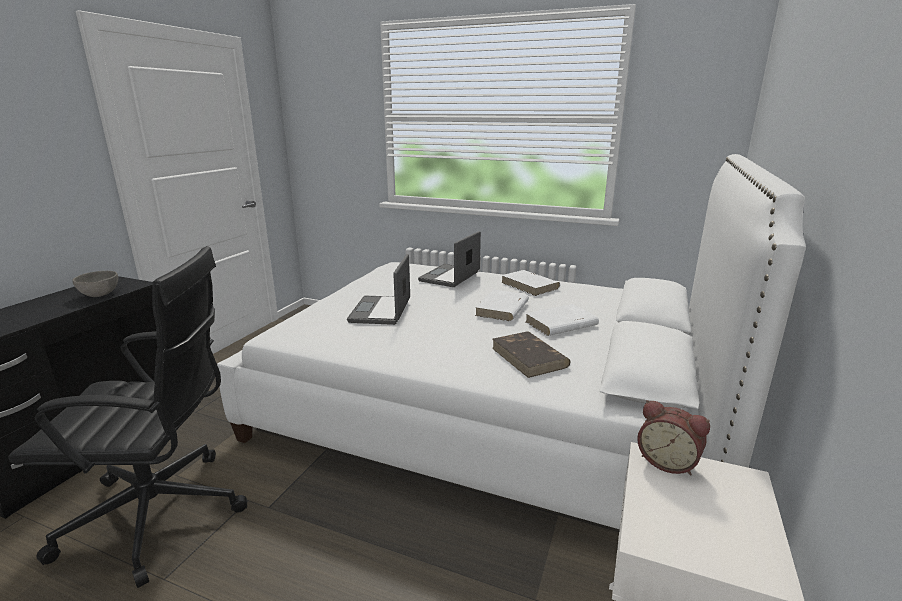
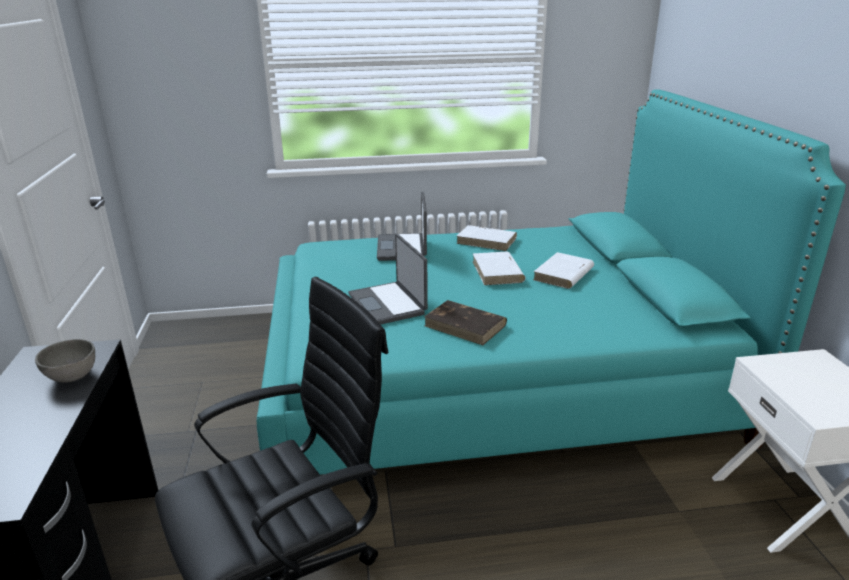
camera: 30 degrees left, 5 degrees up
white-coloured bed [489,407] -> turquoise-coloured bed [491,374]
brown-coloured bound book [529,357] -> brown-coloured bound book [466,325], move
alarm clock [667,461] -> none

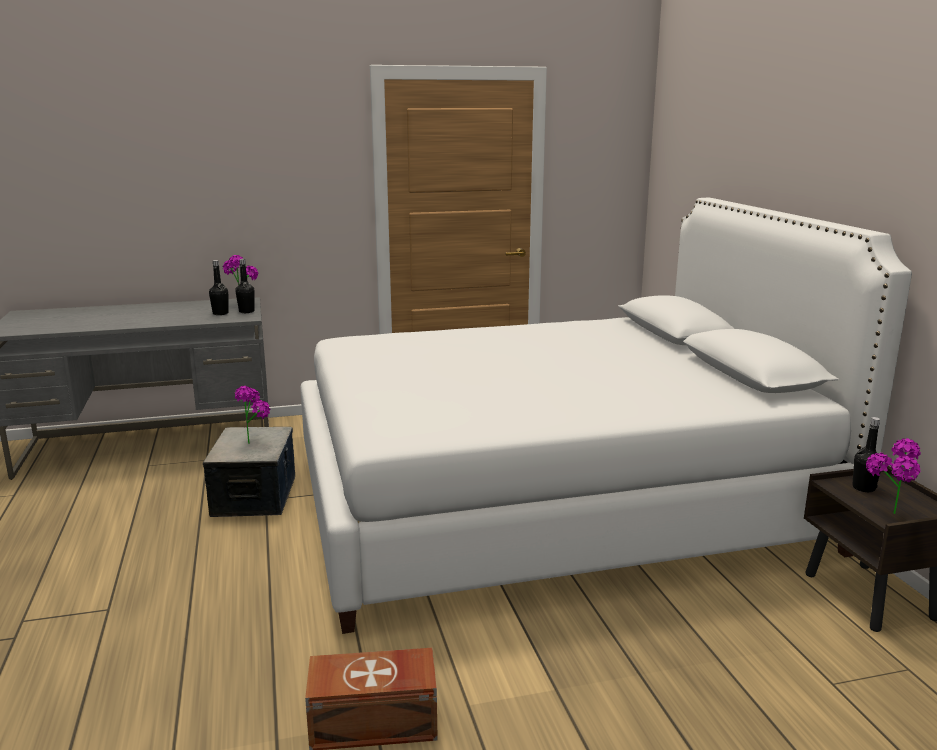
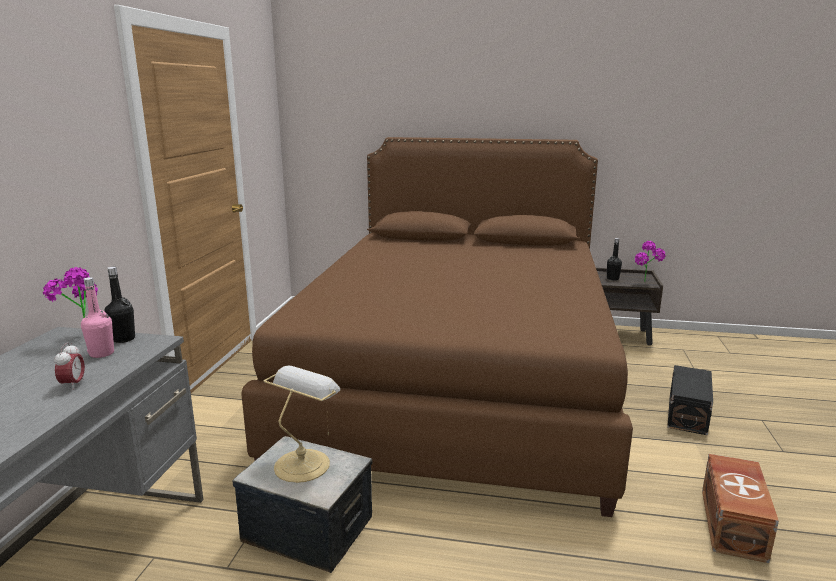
camera: 65 degrees left, 0 degrees up
none -> alarm clock [73,385]
black beverage bottle [220,313] -> pink-coloured beverage bottle [102,353]
white-coloured bed [551,503] -> brown-coloured bed [456,382]
potted plant [255,441] -> lamp for a table [304,463]
none -> black storage box [688,413]

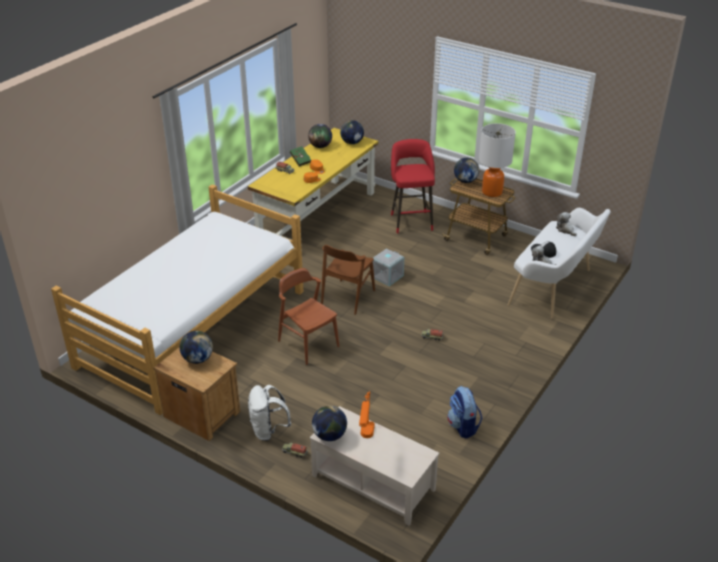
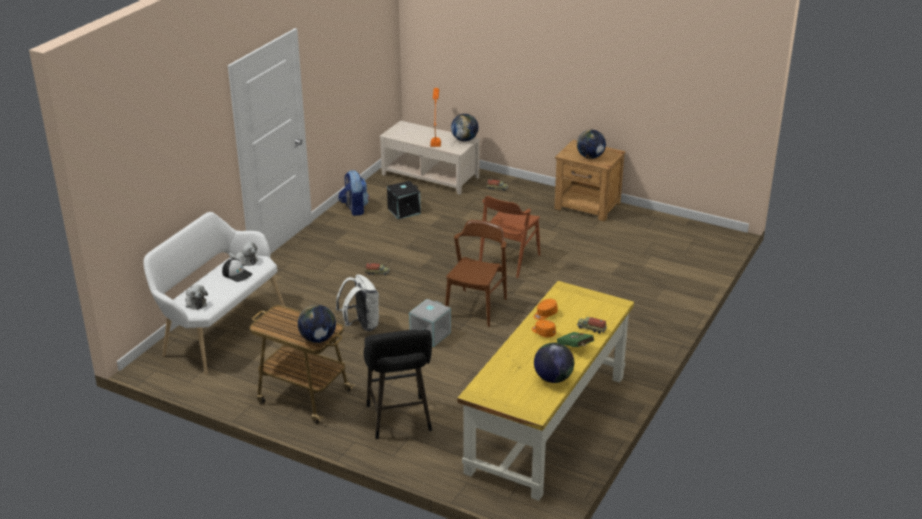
camera: 175 degrees right, 5 degrees down
white-coloured backpack [268,430] -> white-coloured backpack [361,325], move
red stool [411,221] -> black stool [399,421]
none -> black storage box [404,210]
brown-coloured upright chair [308,343] -> brown-coloured upright chair [509,261], 75 degrees clockwise
bed [193,328] -> none
globe [352,142] -> none
lamp for a table [492,192] -> none

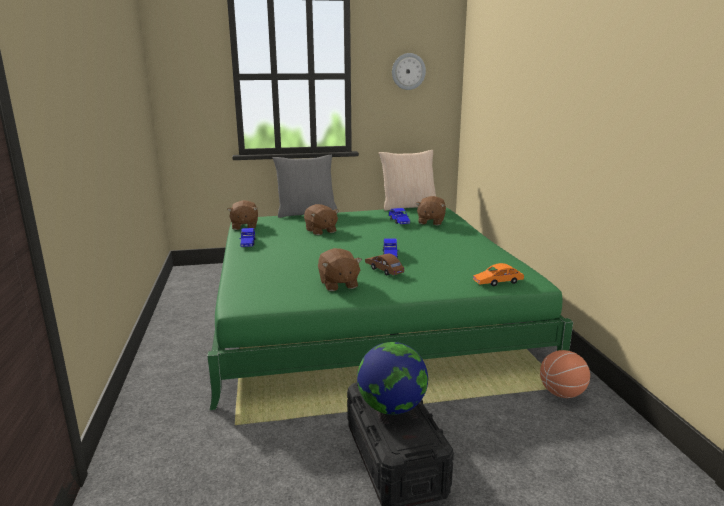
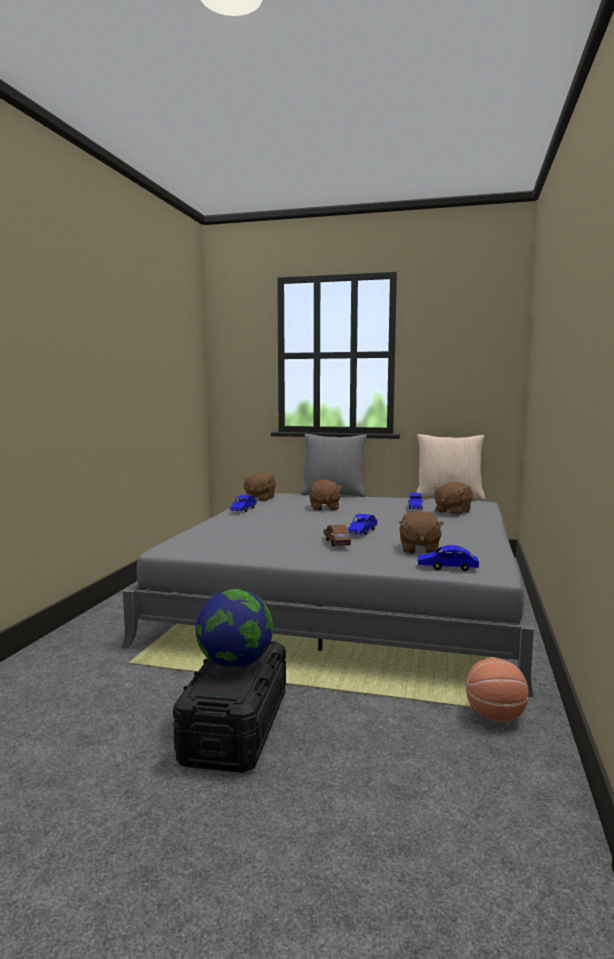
camera: 25 degrees right, 10 degrees down
greenish bed [363,309] -> gray bed [349,596]
brown-coloured cuddly toy [338,284] -> brown-coloured cuddly toy [419,549], move
orangey model car [498,282] -> bluish model car [447,567]
wall clock [408,71] -> none

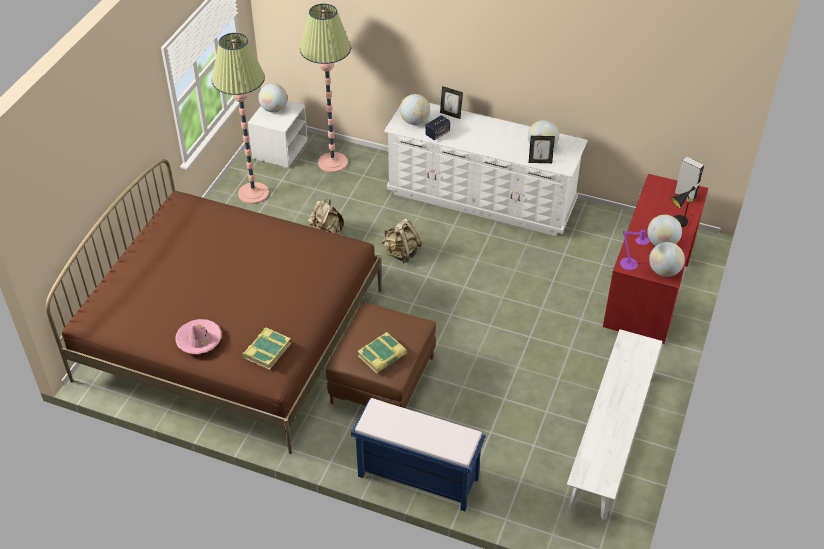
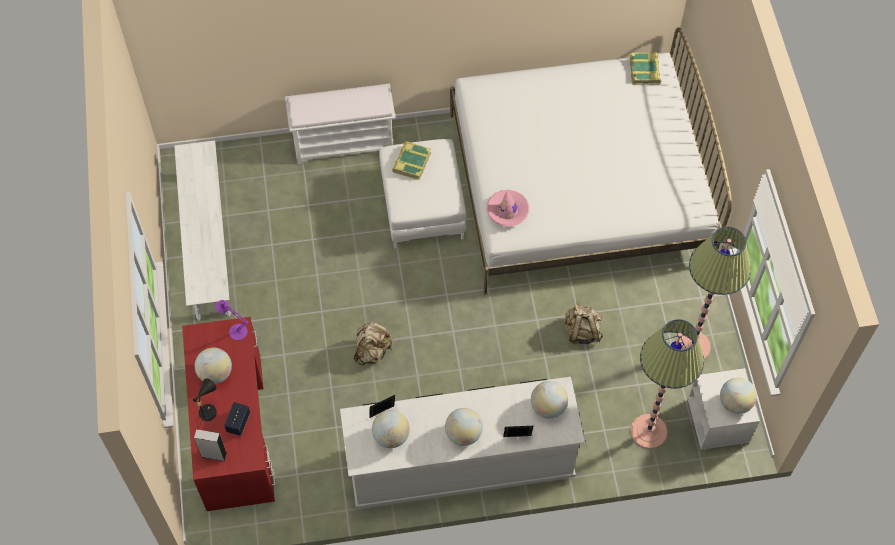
camera: 150 degrees right, 15 degrees up
speaker [437,134] -> speaker [238,422], move
bluish bench [417,477] -> white-coloured bench [344,142]
sand-coloured backpack [401,253] -> sand-coloured backpack [372,351], move
brown-coloured footrest [382,380] -> white-coloured footrest [423,207]
globe [664,271] -> globe [463,434], move
brown-coloured bed [231,334] -> white-coloured bed [578,187]
pink-coloured wearable hat [199,340] -> pink-coloured wearable hat [507,211], move
bound book [266,351] -> bound book [645,71], move

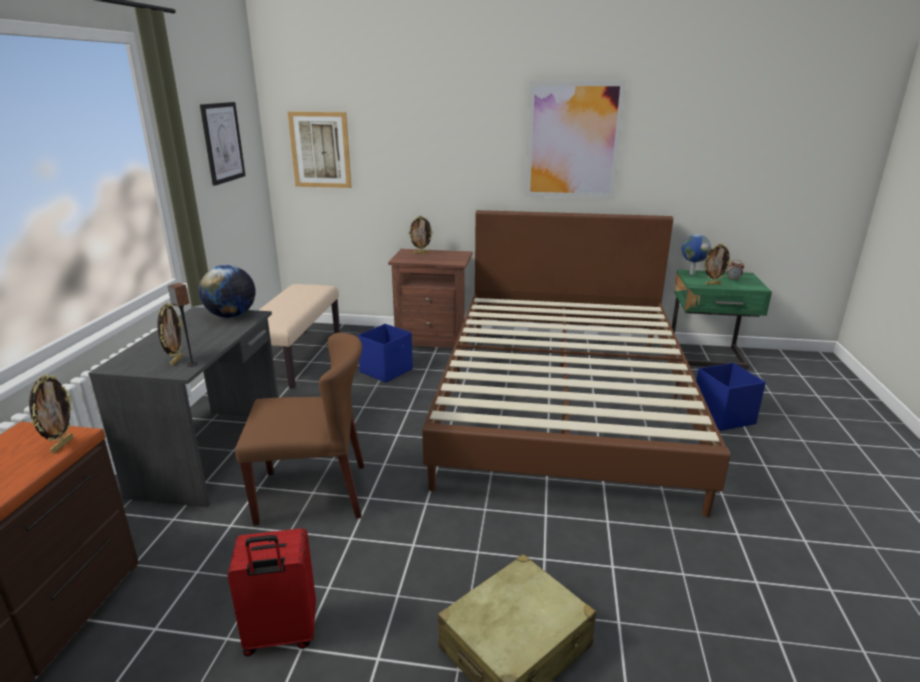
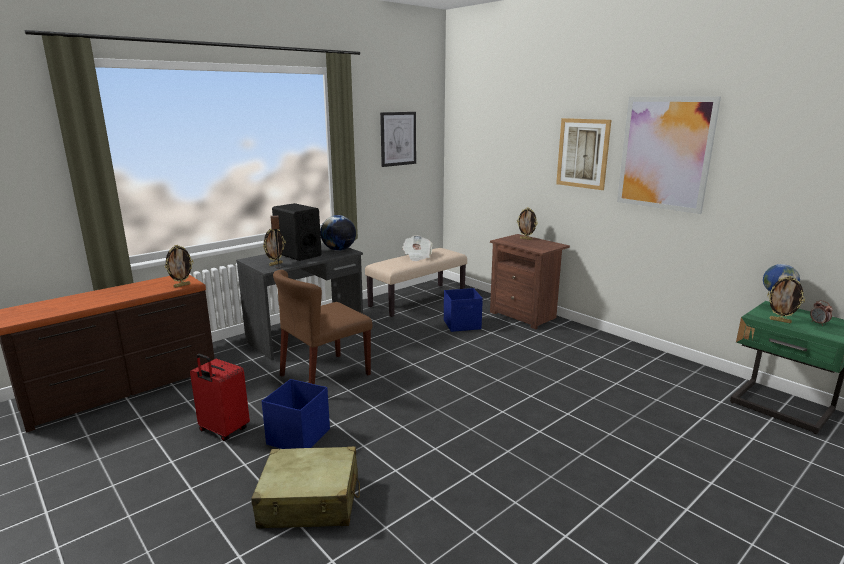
camera: 40 degrees right, 5 degrees down
bluish storage box [722,416] -> bluish storage box [299,436], move
none -> black speaker [298,254]
brown-coloured upright chair [313,493] -> brown-coloured upright chair [324,375], 105 degrees clockwise
none -> newspaper [417,256]
wall picture [320,150] -> wall picture [583,153], move
brown-coloured bed [564,401] -> none

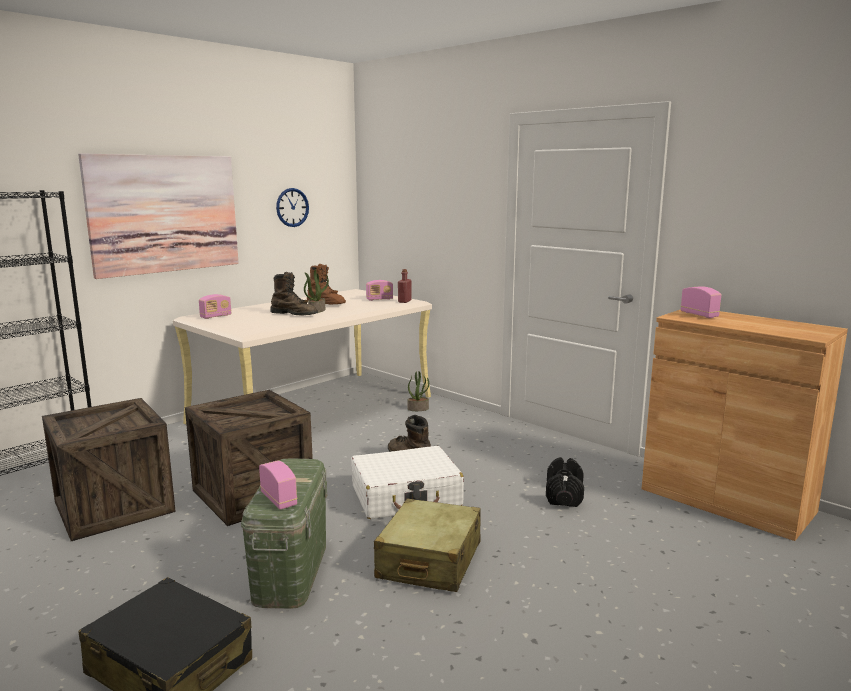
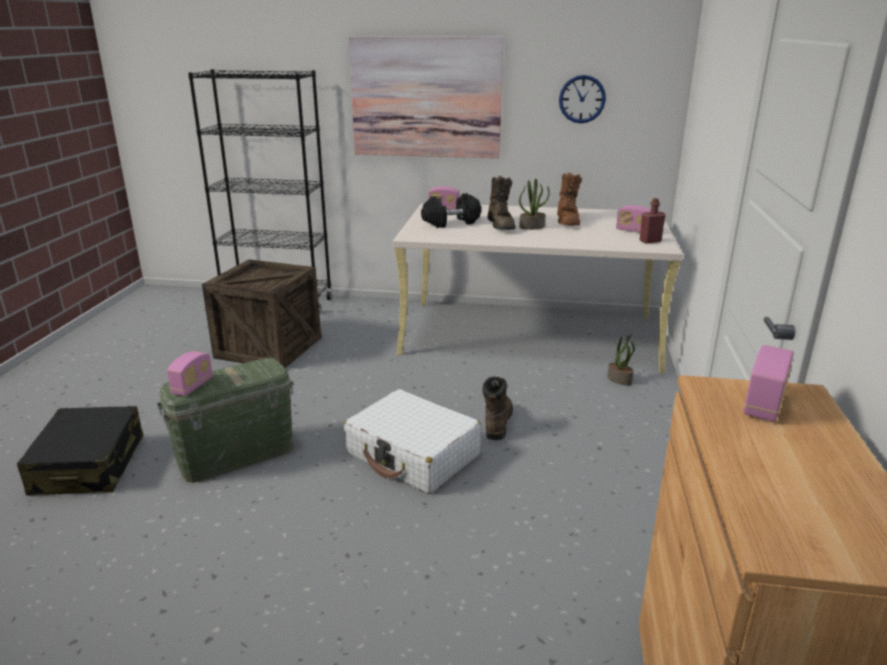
camera: 55 degrees right, 10 degrees up
black dumbbell [564,495] -> black dumbbell [451,223], move
crate [252,494] -> none
sand-coloured travel case [429,561] -> none

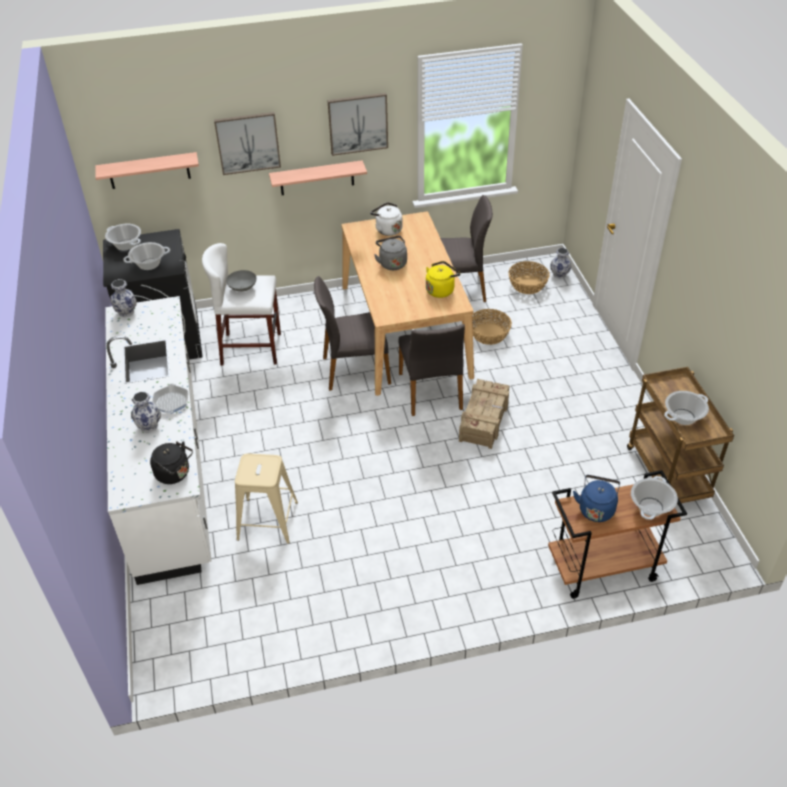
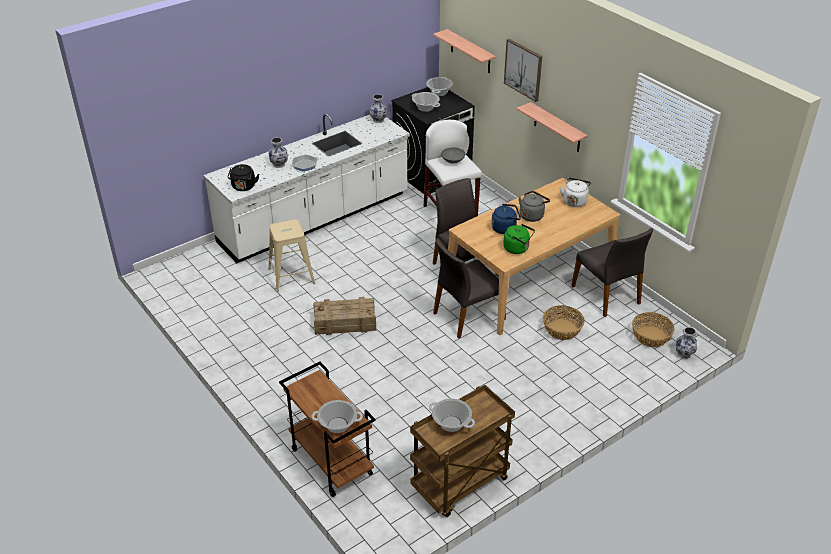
camera: 65 degrees right, 5 degrees down
crate [484,420] -> crate [345,323], move
bluish kettle [596,508] -> bluish kettle [505,228], move
yellow-coloured kettle [441,290] -> greenish kettle [517,249]
wall picture [358,123] -> none

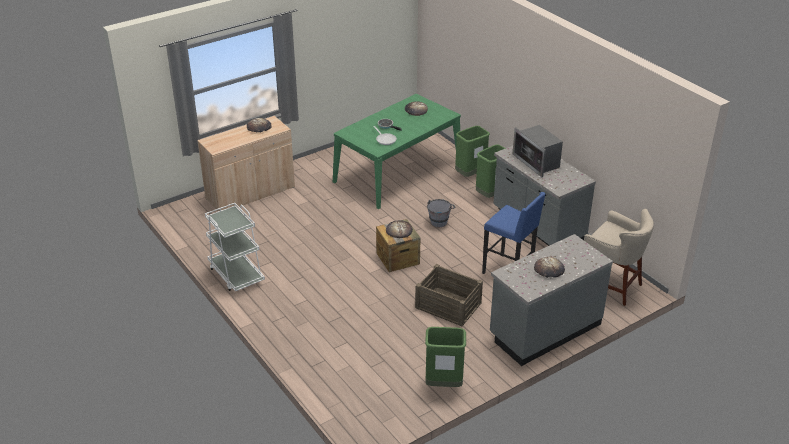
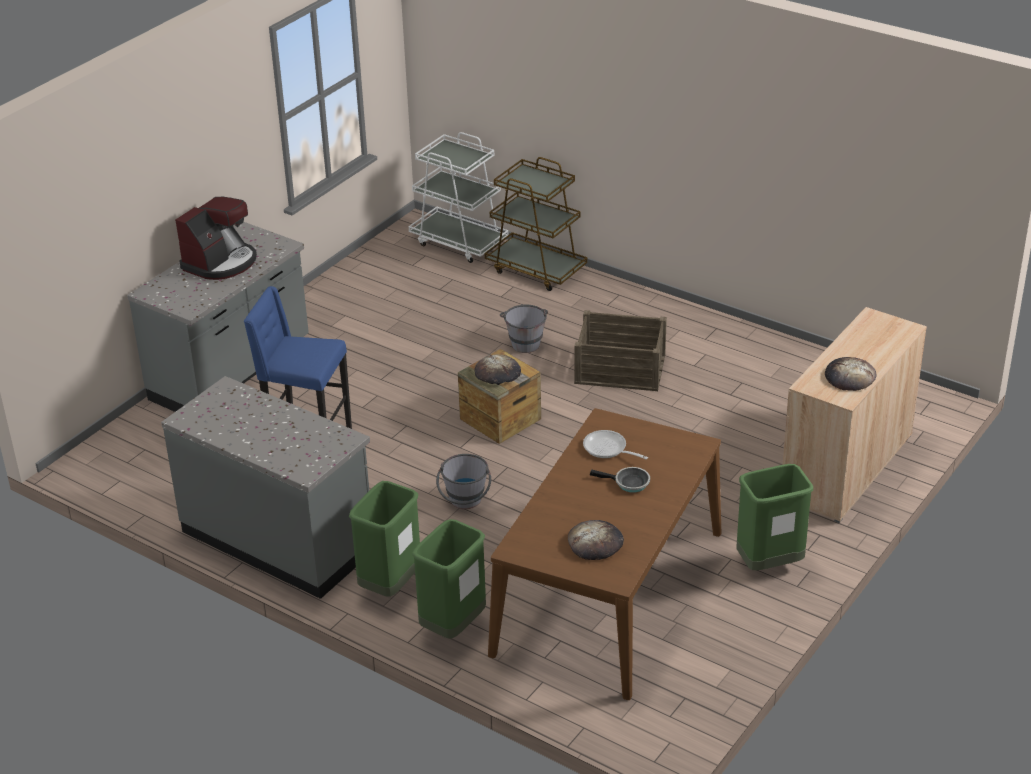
camera: 160 degrees right, 0 degrees up
bakery bread [549,269] -> coffee maker [221,262]
white-coloured trolley [236,274] -> white-coloured trolley [459,242], move
none -> brown-coloured trolley [536,269]
greenish dinner table [398,172] -> brown-coloured dinner table [609,592]
none -> gray water bucket [525,341]
crate [448,305] -> crate [620,368], move
greenish trash can [443,384] -> greenish trash can [769,564], move
kitchen microwave [537,162] -> none
sand-coloured stool [611,285] -> none

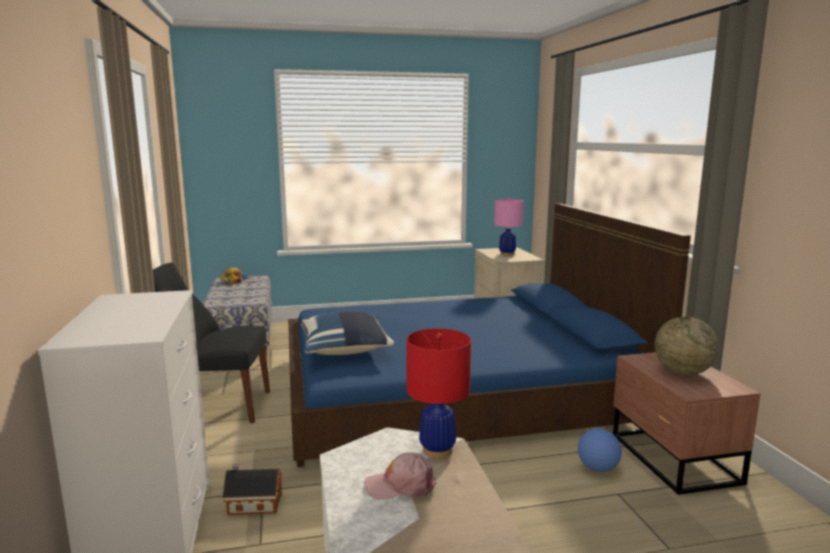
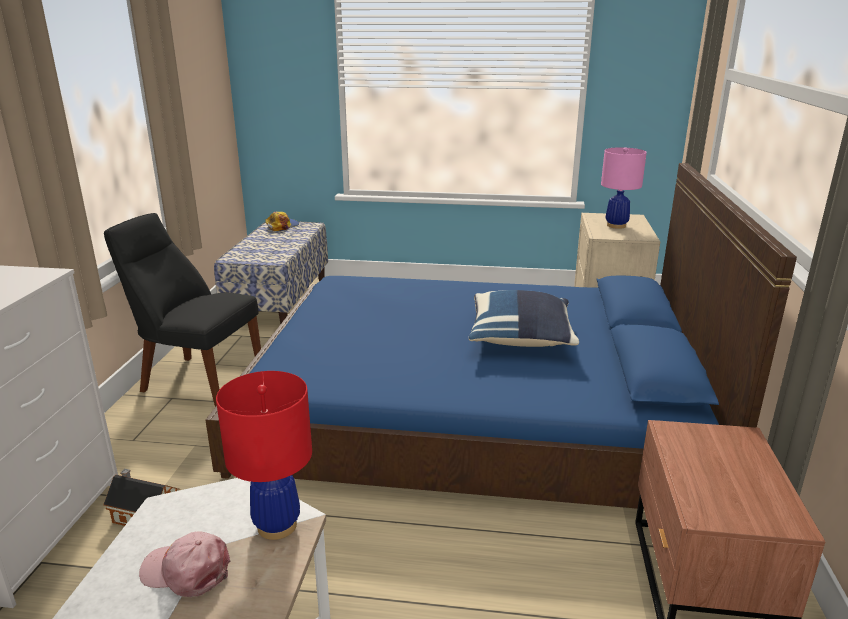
camera: 20 degrees right, 10 degrees up
bluish throw pillow [345,350] -> bluish throw pillow [521,339], move
football ball [598,469] -> none
globe [682,372] -> none

